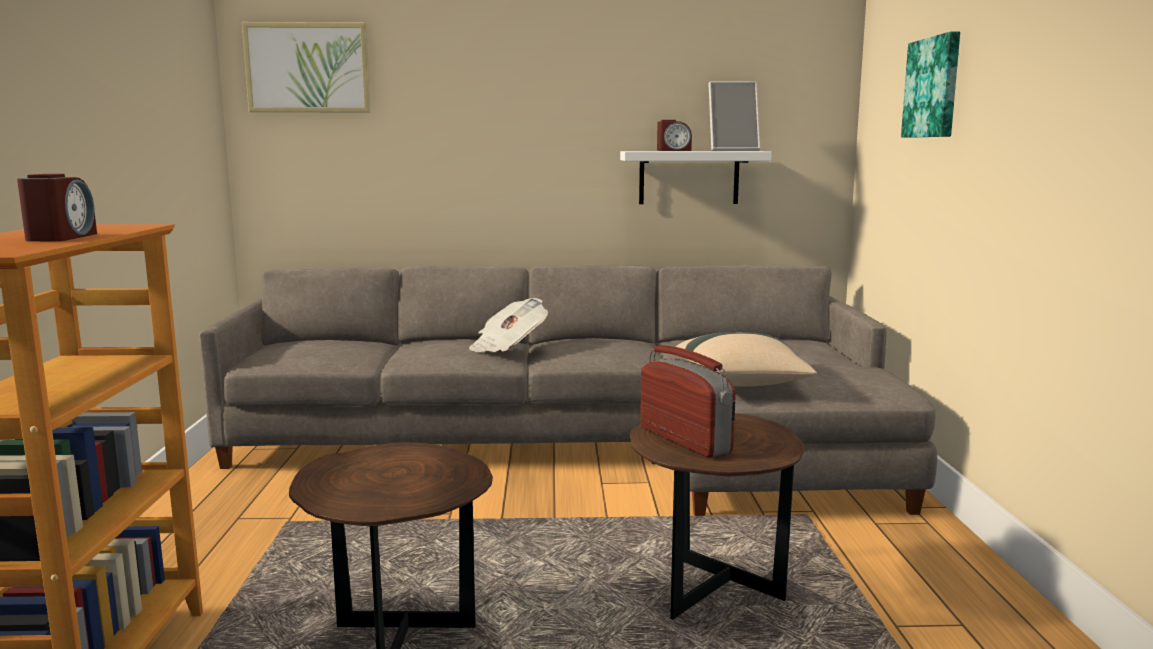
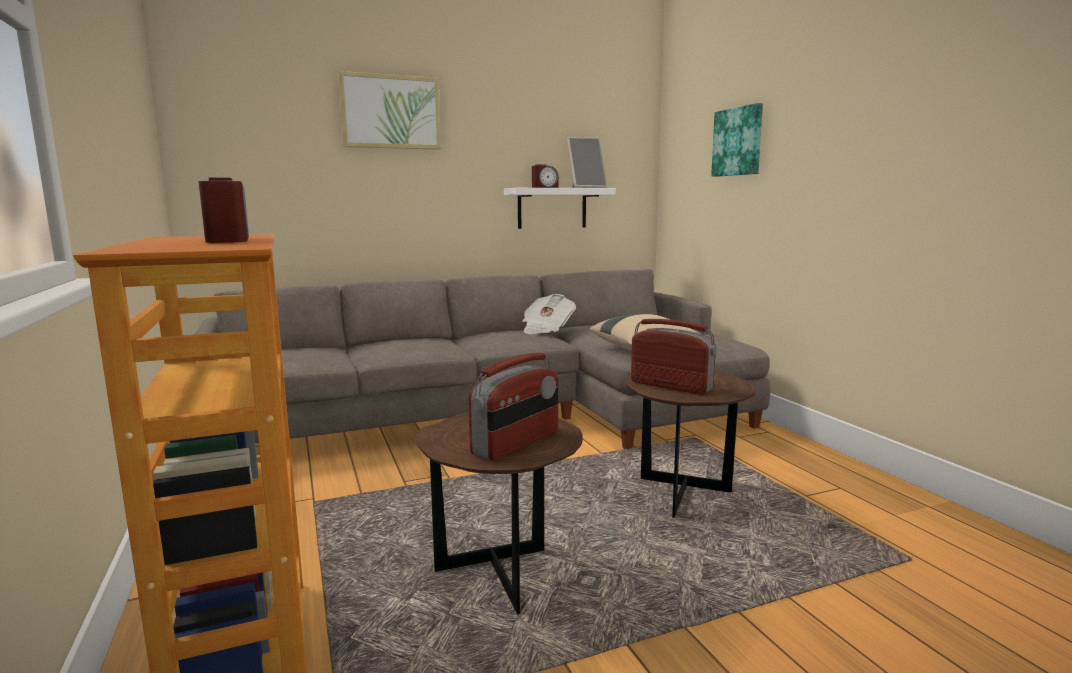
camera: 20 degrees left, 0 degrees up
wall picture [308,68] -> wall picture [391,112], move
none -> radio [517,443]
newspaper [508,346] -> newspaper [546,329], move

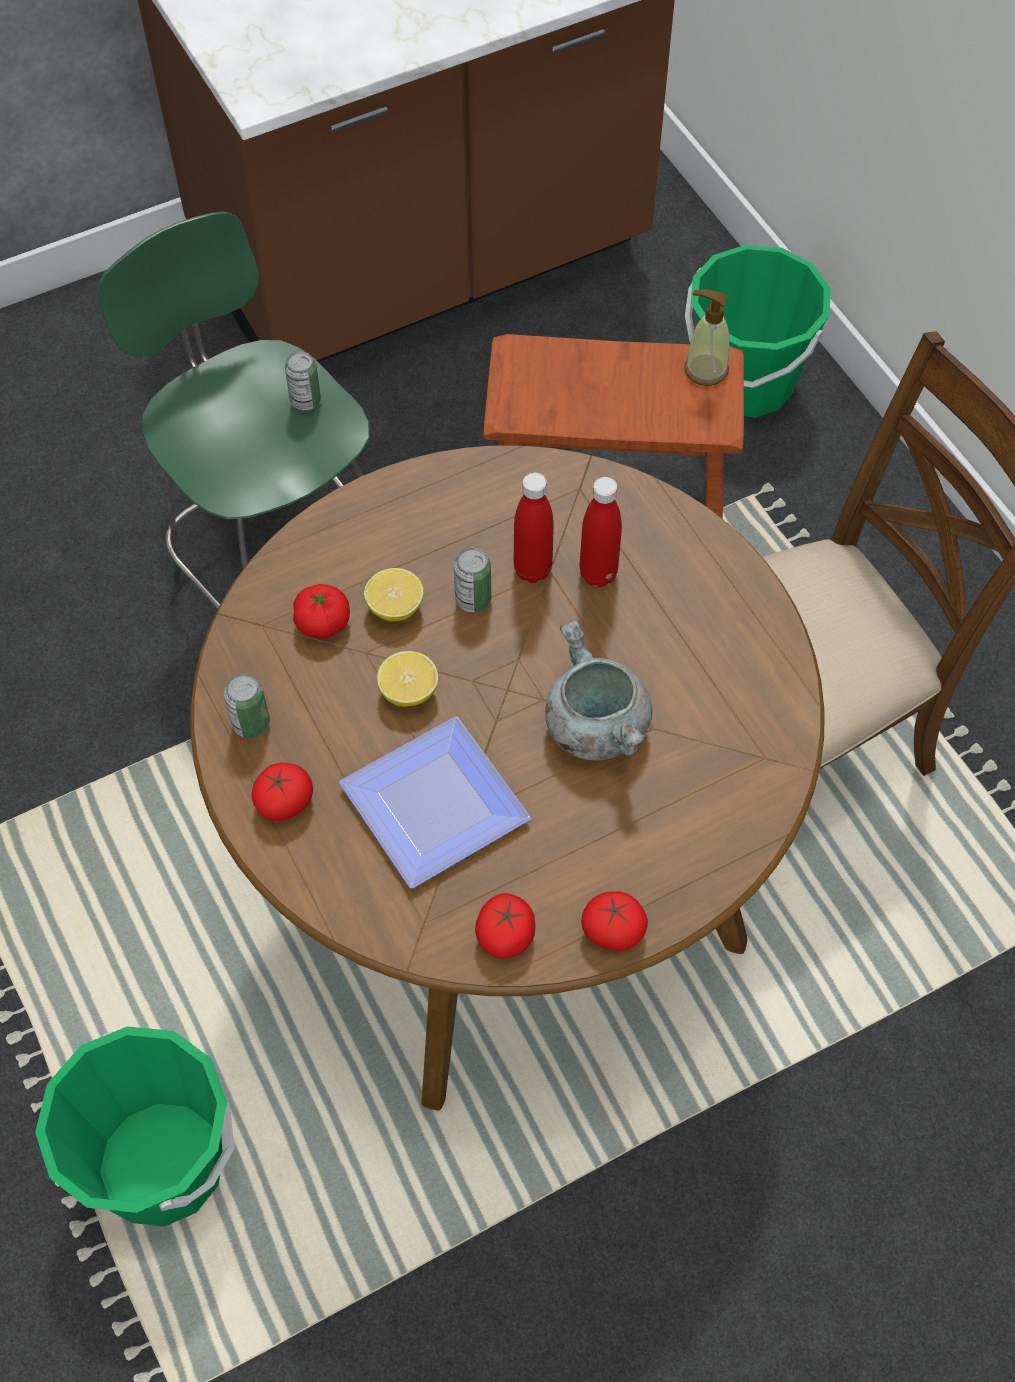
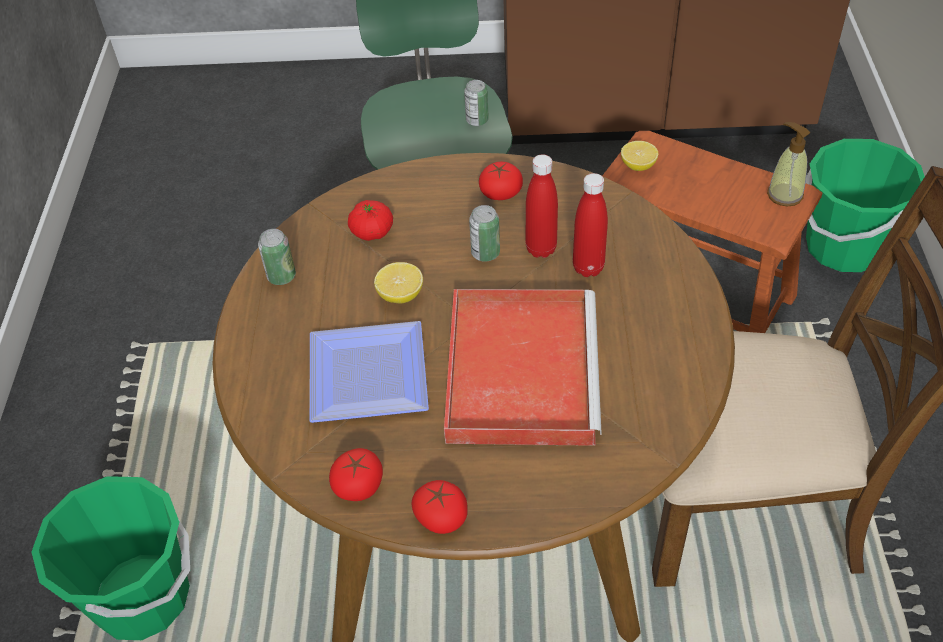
camera: 30 degrees right, 10 degrees down
gray stockpot [594,726] -> red carrying tray [519,367]
whole tomato [284,801] -> whole tomato [500,193], move
whole lemon [395,607] -> whole lemon [638,166], move

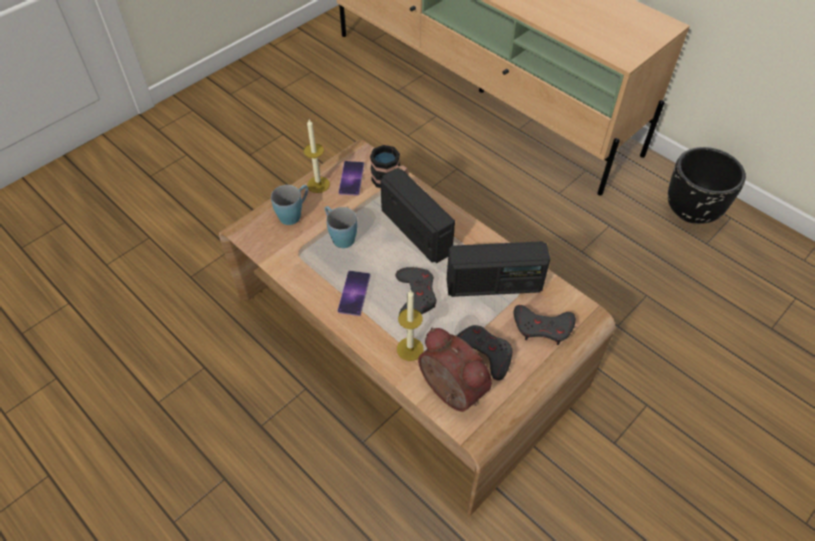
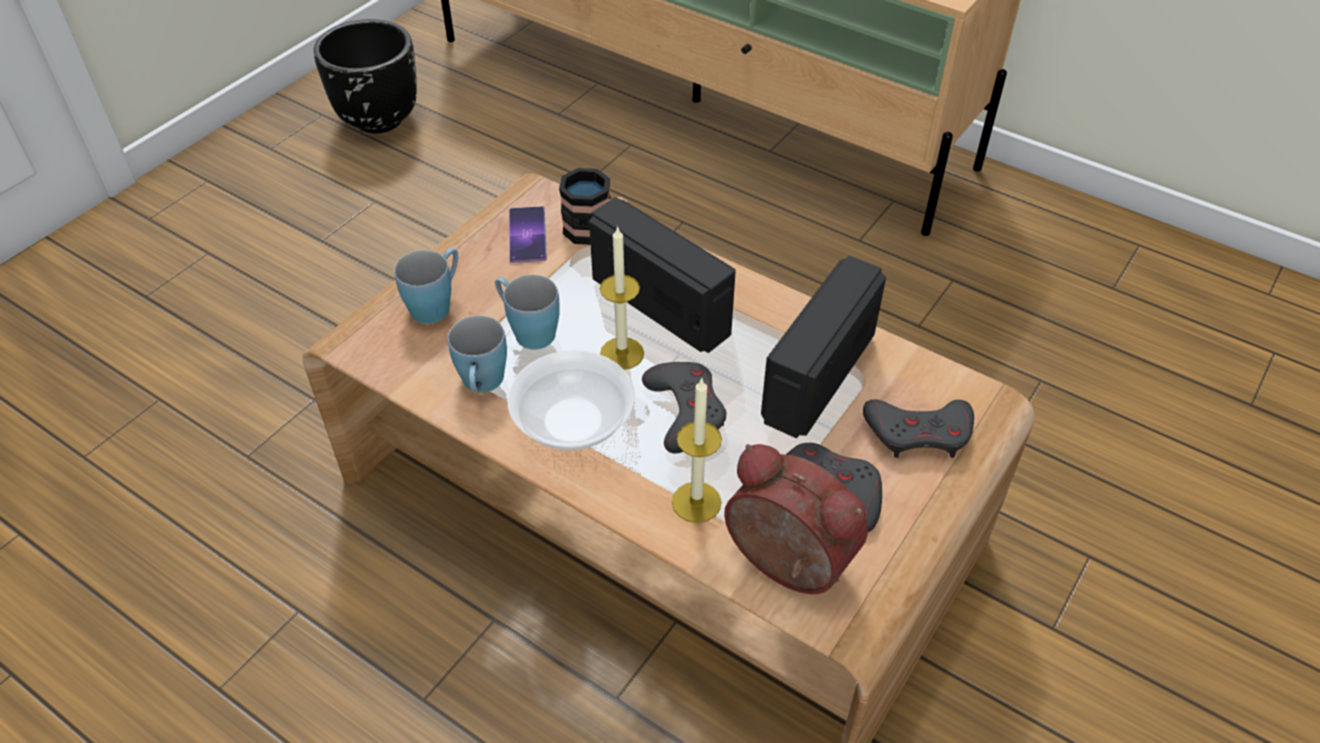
camera: 10 degrees left, 5 degrees down
black flower pot [691,211] -> black flower pot [379,119], move
none -> bluish tea mug [482,385]
telephone [354,293] -> serving bowl [574,421]
wax light [318,184] -> wax light [622,353], move
radio [494,285] -> radio [817,376], 135 degrees clockwise

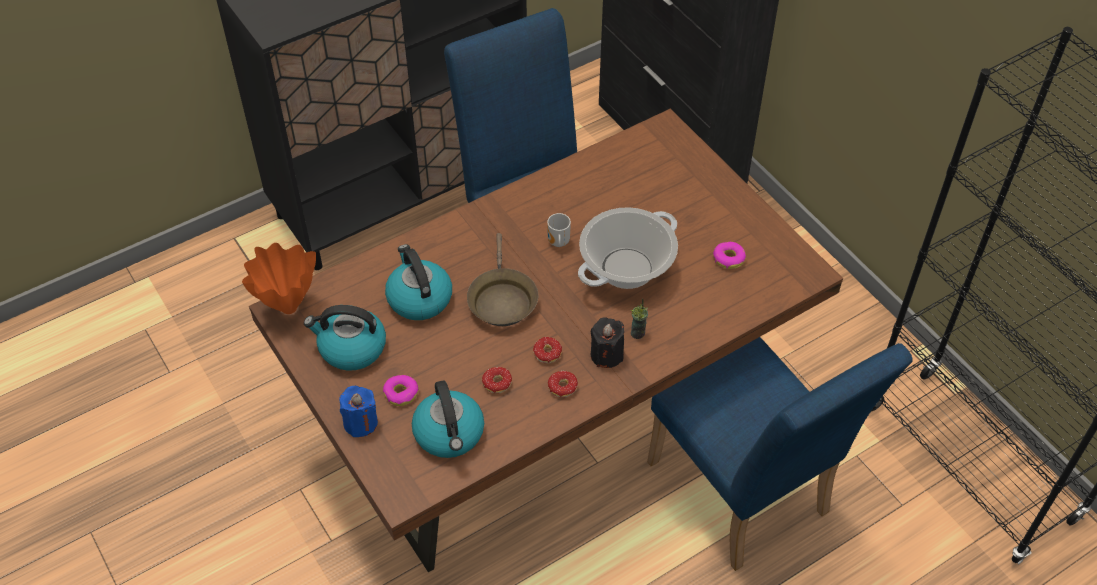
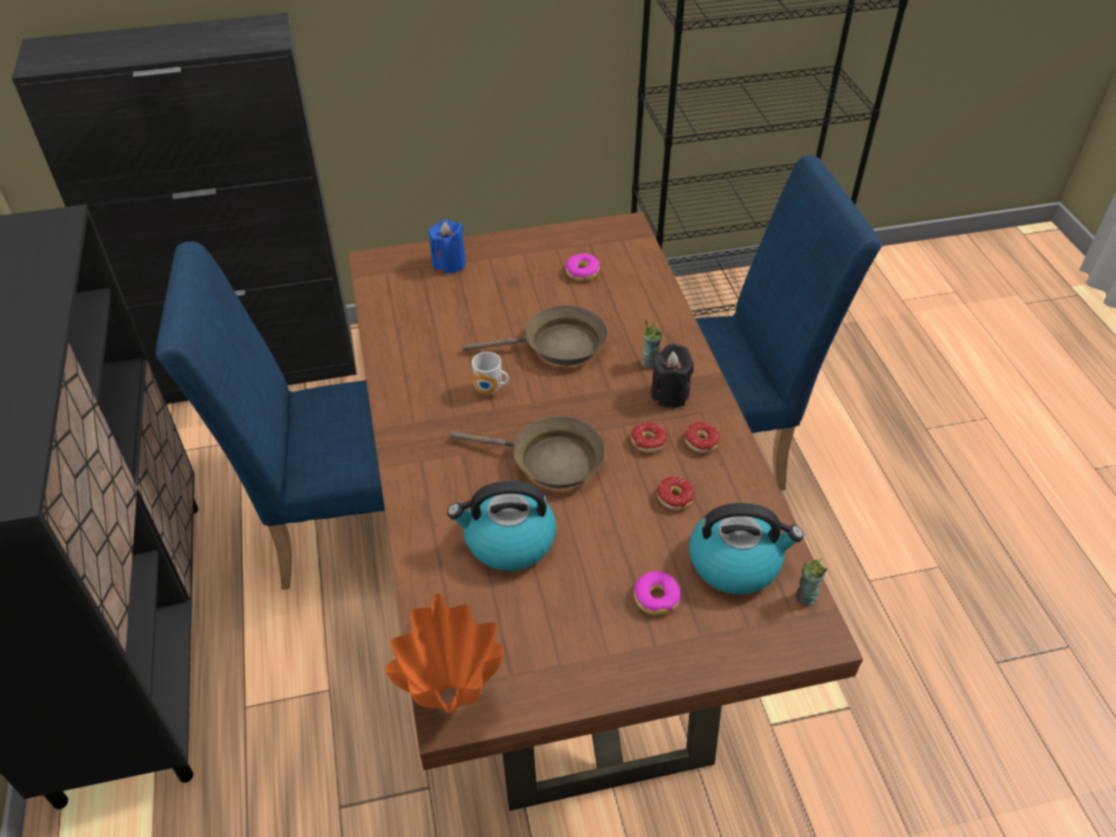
camera: 70 degrees left, 5 degrees down
bluish wax light [360,422] -> bluish wax light [449,263], move
stockpot [627,269] -> brown-coloured skillet [557,346]
none -> small cup [805,597]
kettle [351,348] -> none

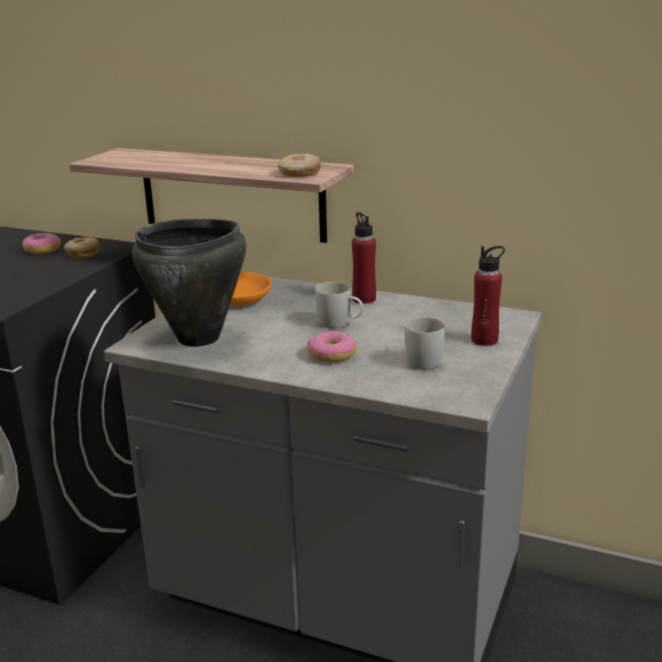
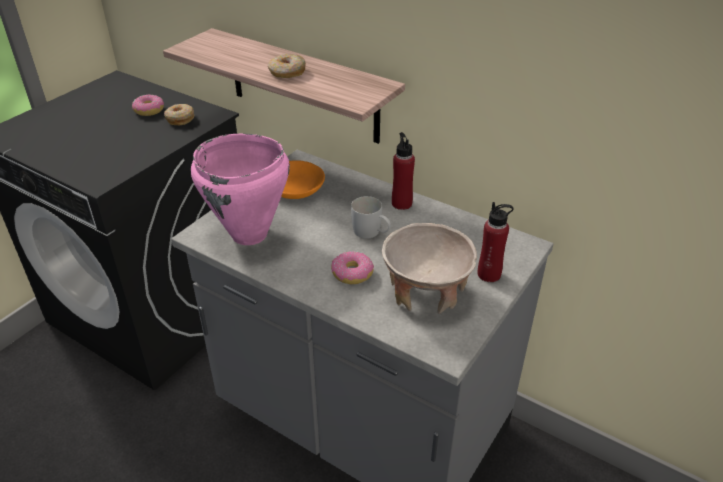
camera: 10 degrees right, 15 degrees up
black stockpot [199,338] -> pink-coloured stockpot [249,235]
doughnut [299,173] -> doughnut [287,72], move
white-coloured tea mug [421,359] -> sand-coloured serving bowl [425,291]

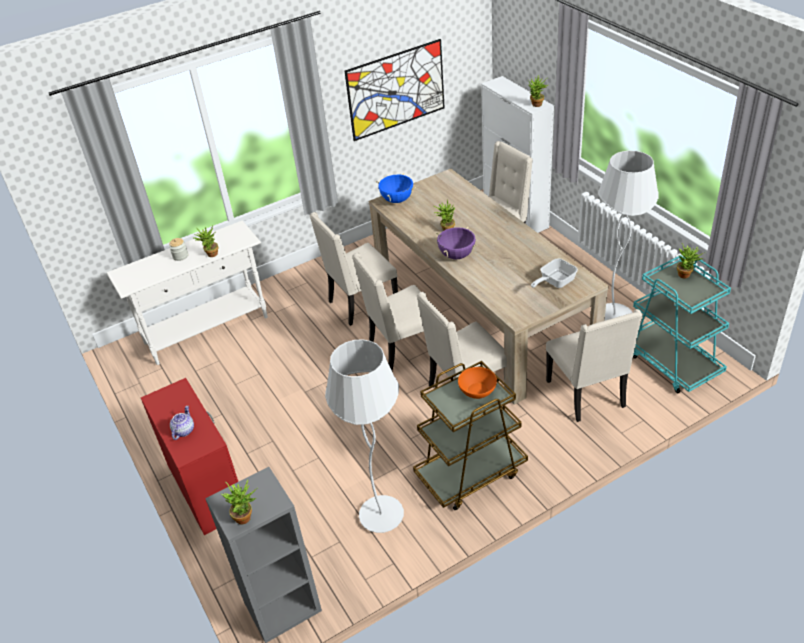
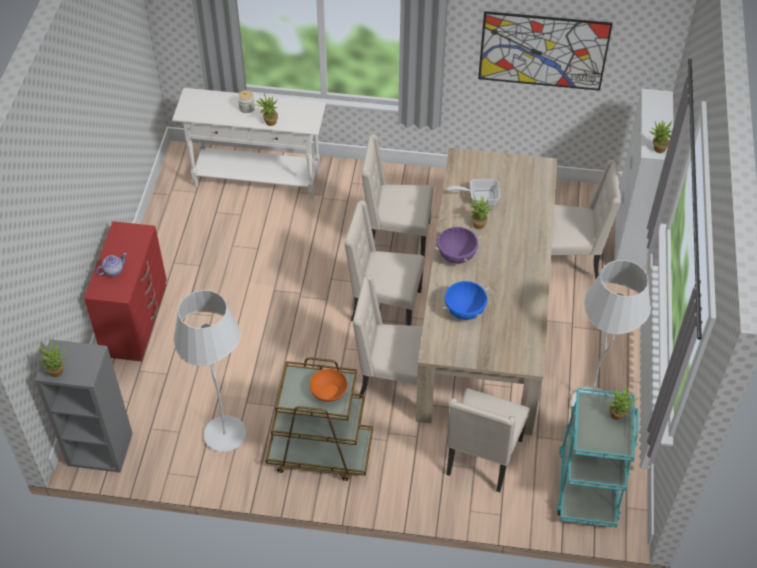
camera: 35 degrees right, 10 degrees up
bluish stockpot [397,200] -> bluish stockpot [464,312], move
skillet [554,282] -> skillet [479,198], move

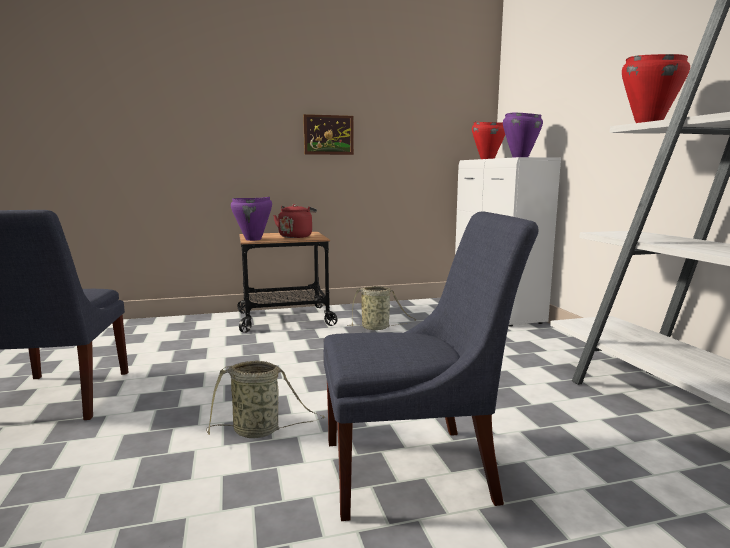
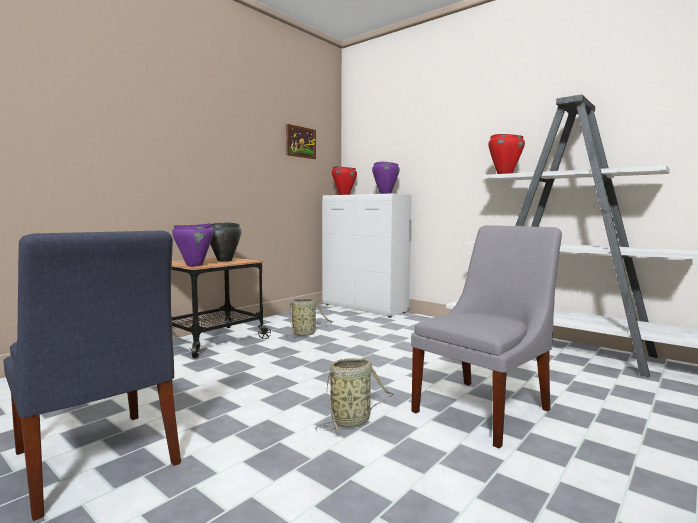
camera: 35 degrees left, 5 degrees down
red kettle [296,236] -> black stockpot [225,260]
wall picture [328,135] -> wall picture [301,142], move
bluish upright chair [416,470] -> gray upright chair [485,408]

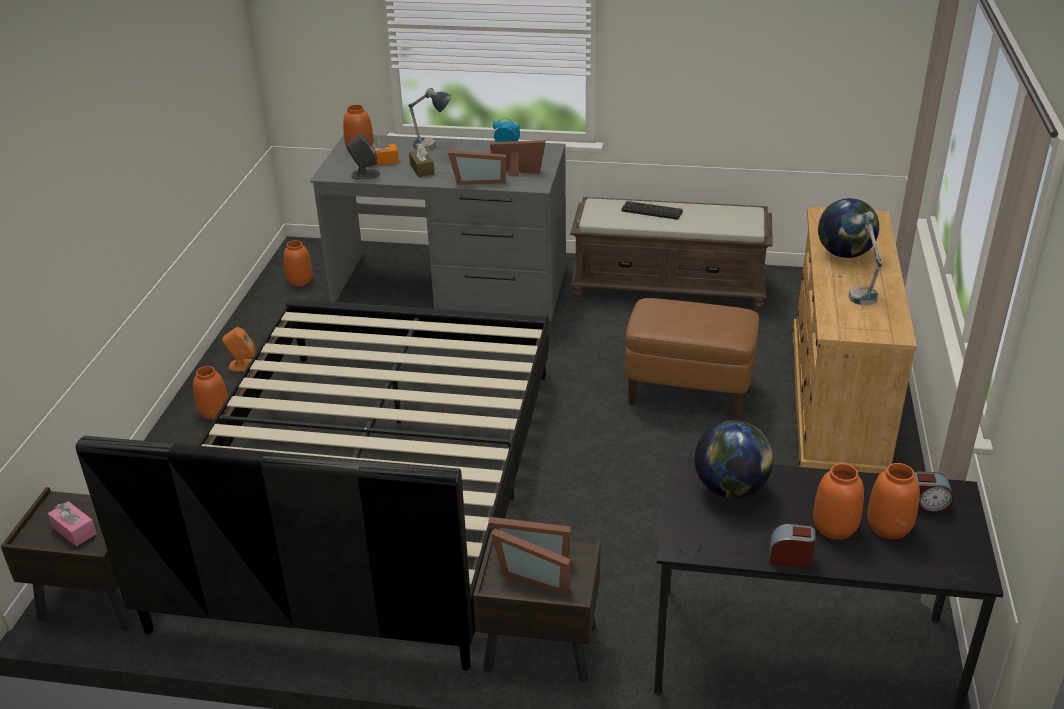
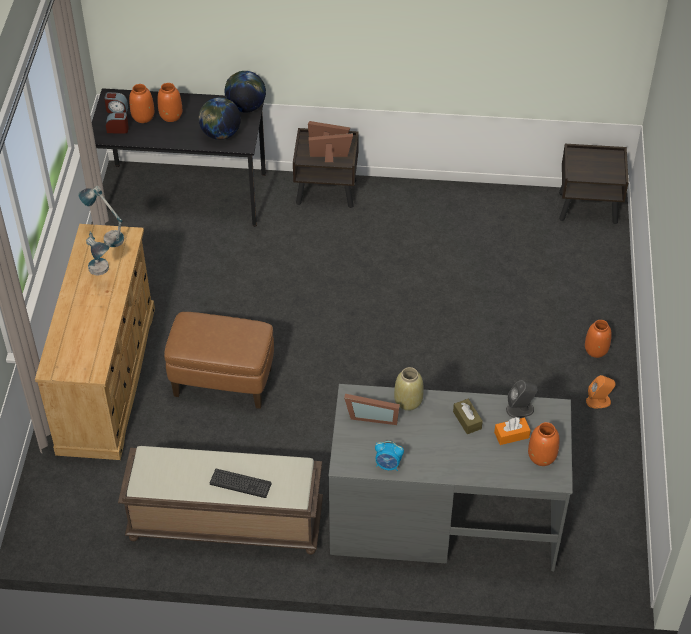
camera: 175 degrees right, 15 degrees up
lamp for a table [432,148] -> lamp for a table [106,236], move
alarm clock [790,557] -> alarm clock [117,110], move
globe [844,254] -> globe [246,107], move
picture frame [478,180] -> sand-coloured decorative vase [408,402]
pink-coloured tissue holder [74,530] -> none
black bed [369,487] -> none
orangey decorative vase [300,281] -> none

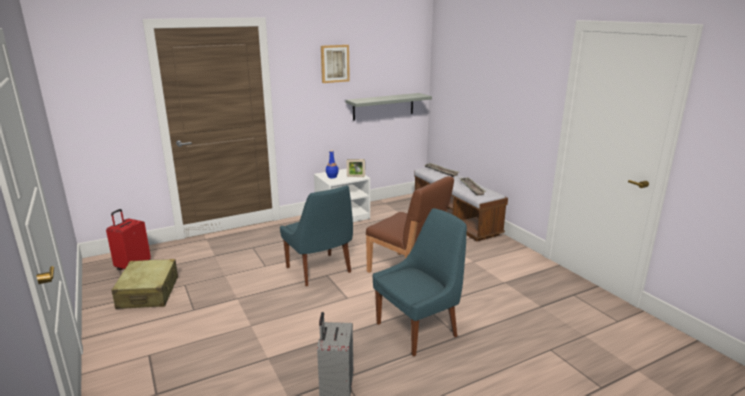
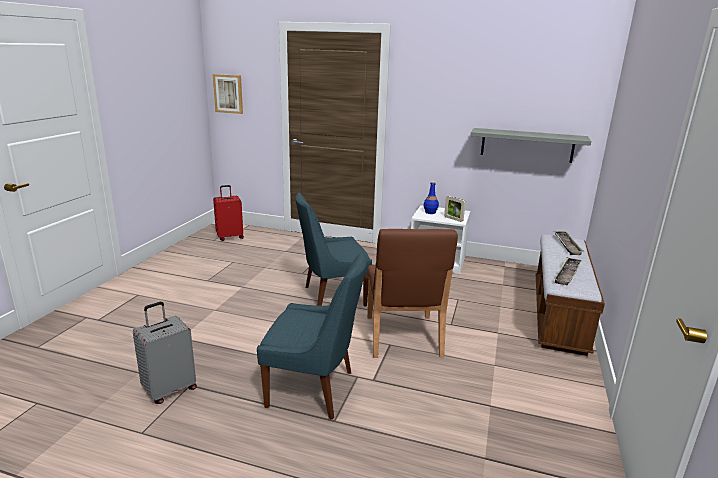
camera: 45 degrees right, 0 degrees up
wall picture [334,63] -> wall picture [228,94], move
bluish upright chair [319,271] -> bluish upright chair [332,296], 60 degrees clockwise
sand-coloured travel case [148,293] -> none

